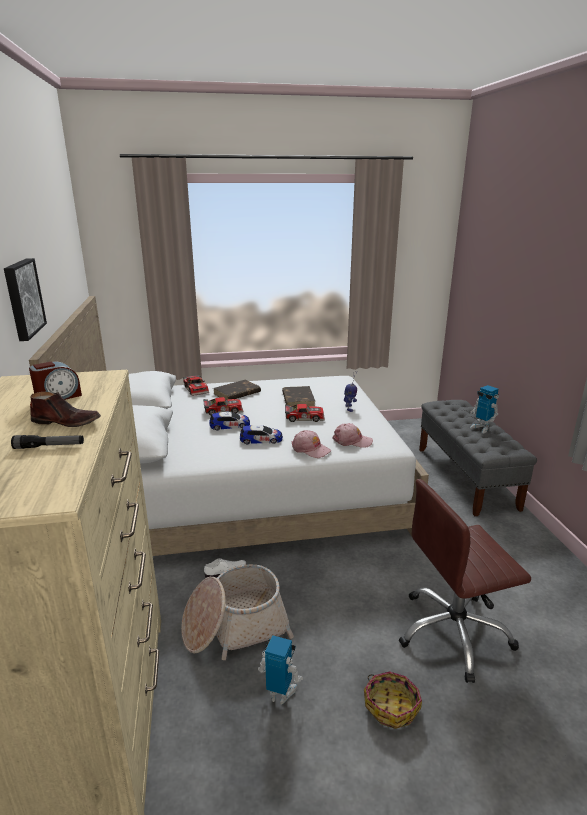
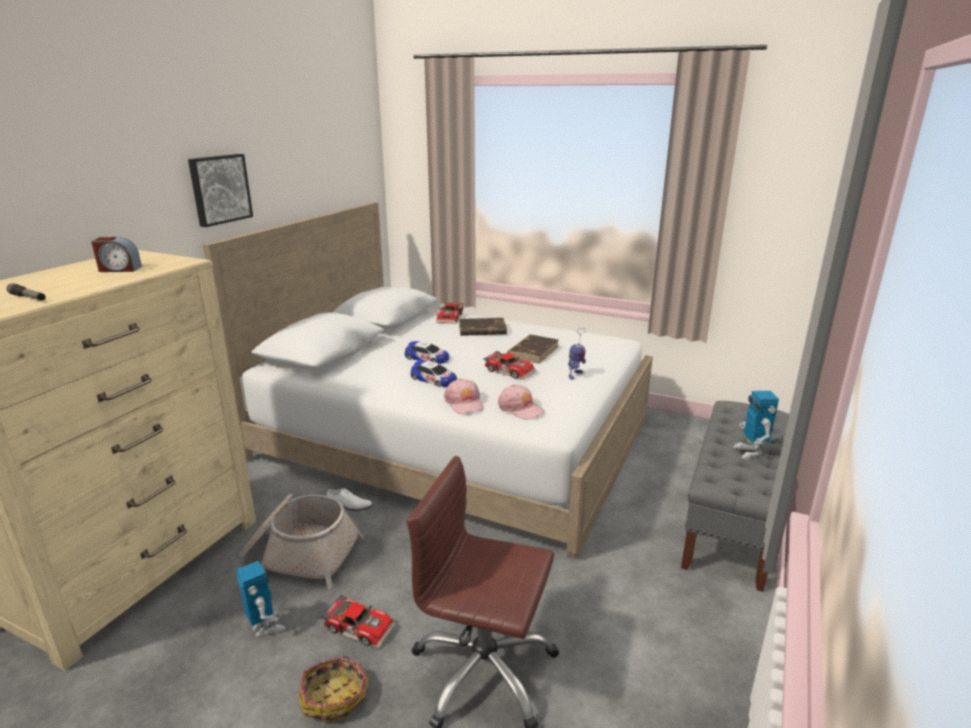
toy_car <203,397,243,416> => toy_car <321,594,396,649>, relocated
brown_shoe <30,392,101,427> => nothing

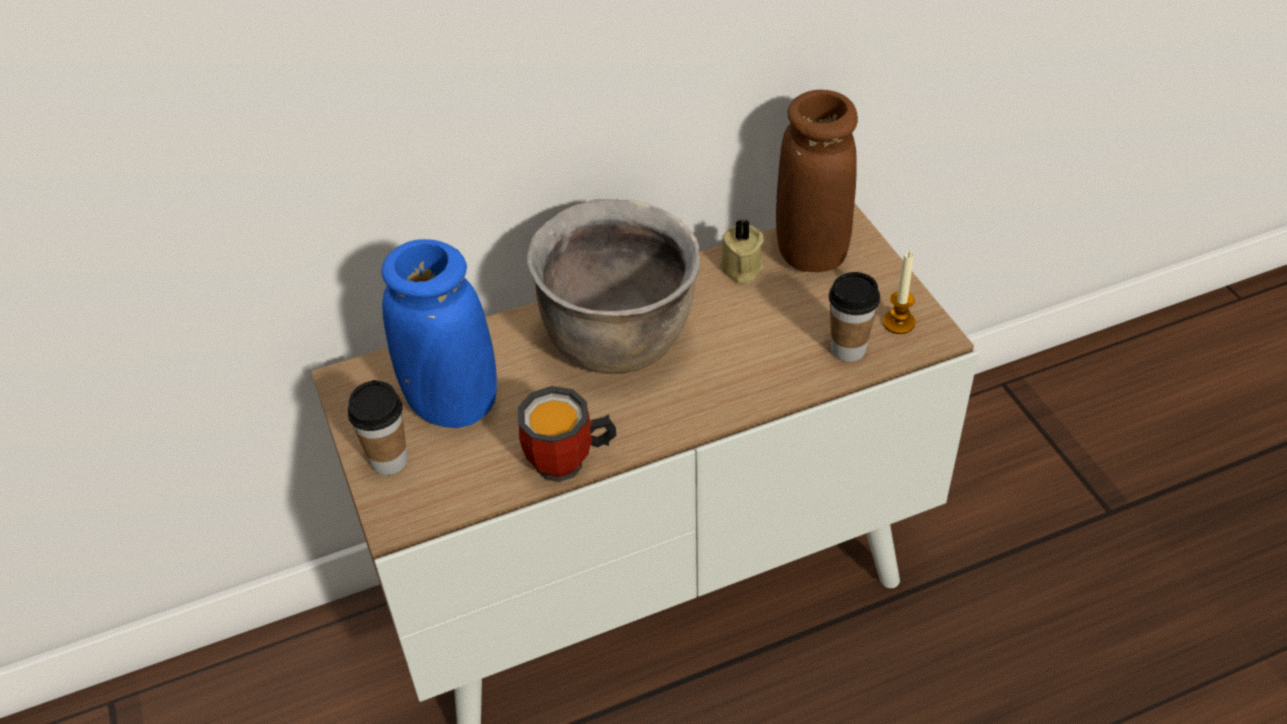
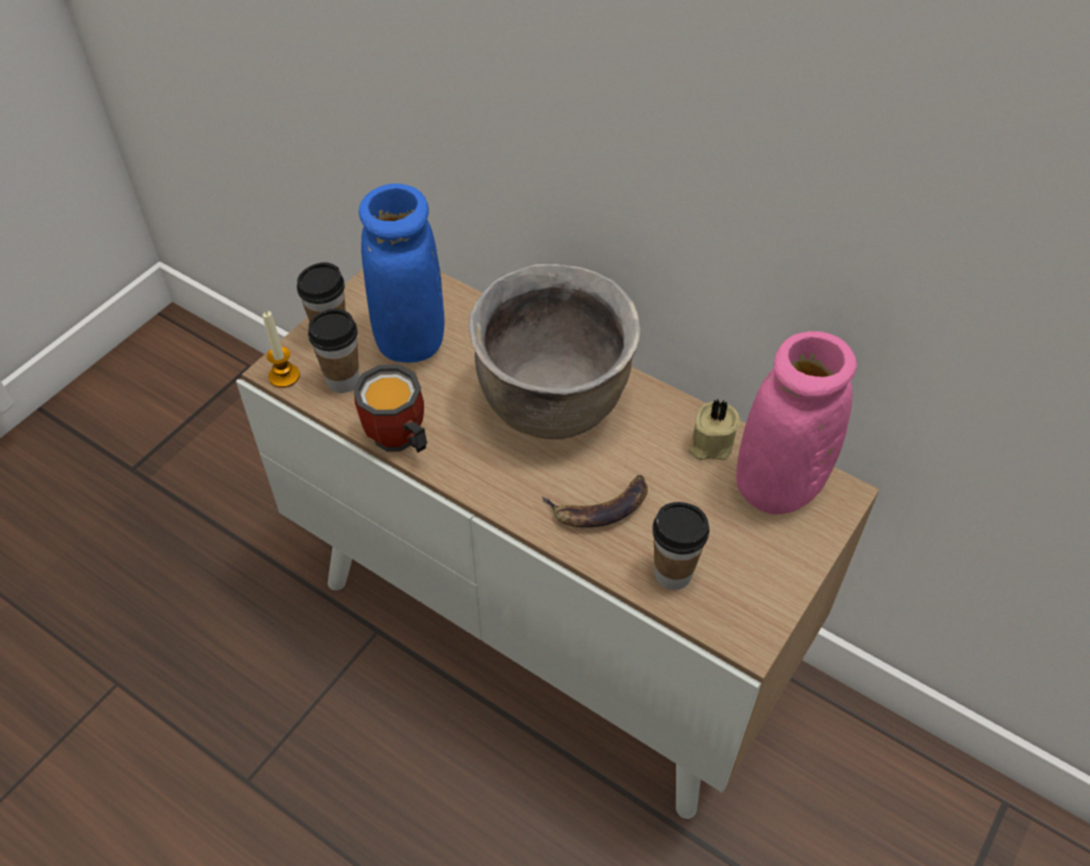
candle <883,251,915,334> => candle <263,311,300,388>, relocated
nothing => cup <308,309,359,393>
nothing => banana <542,475,648,528>
brown_vase <776,90,858,272> => pink_vase <736,331,857,515>

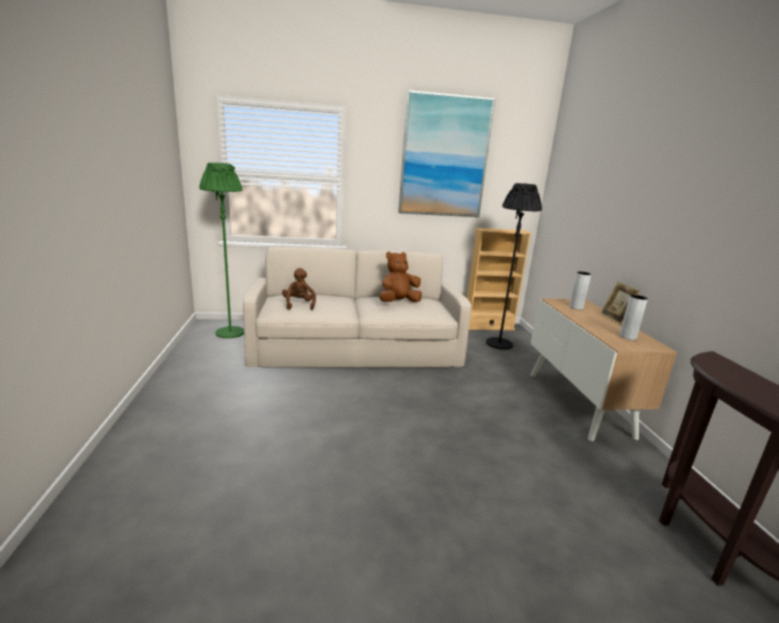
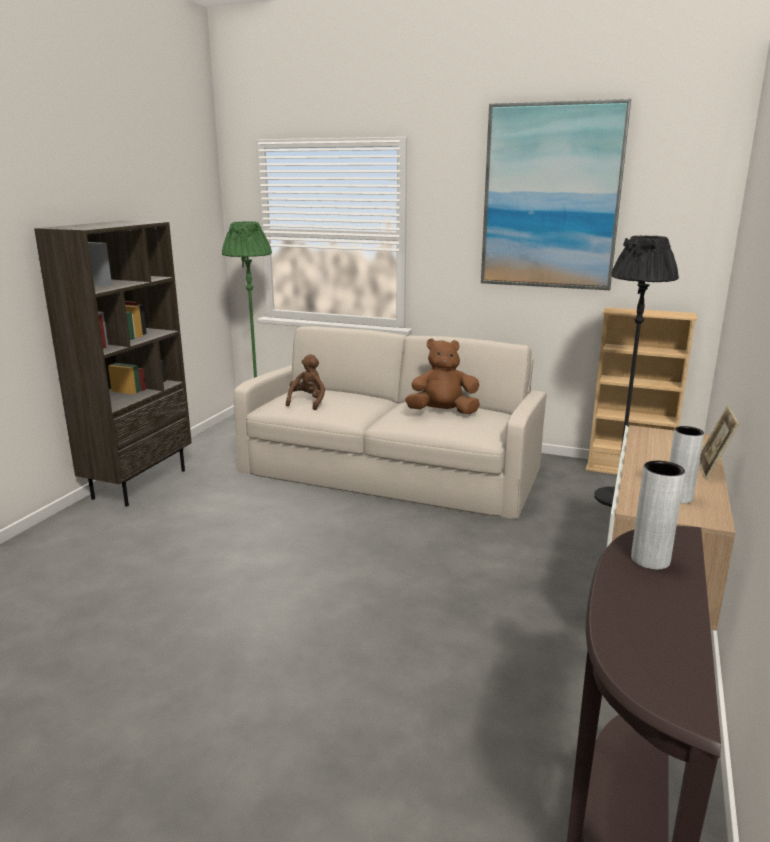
nothing => brown_bookcase <34,220,192,507>
grey_vase <569,271,591,310> => grey_vase <631,461,685,570>, relocated

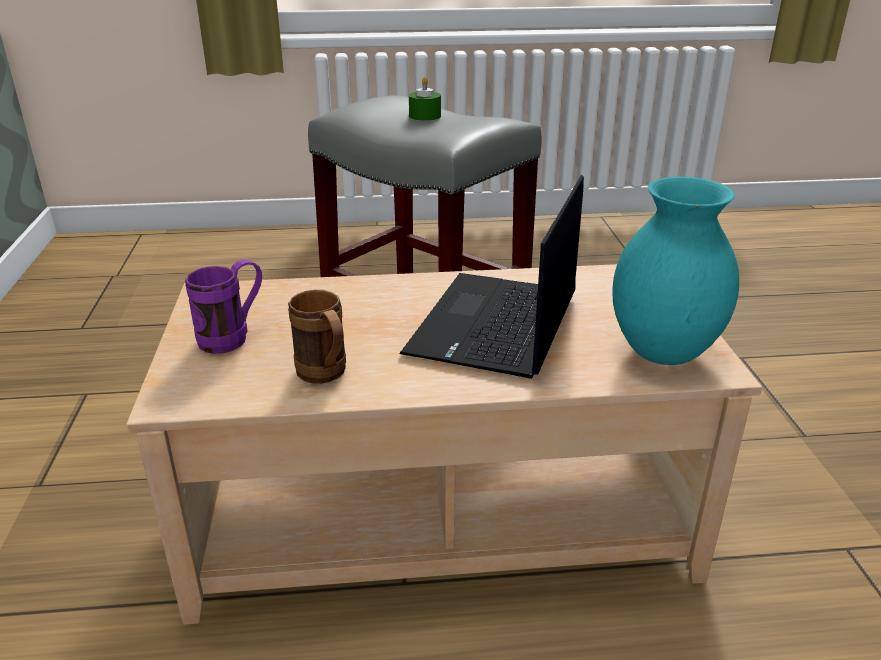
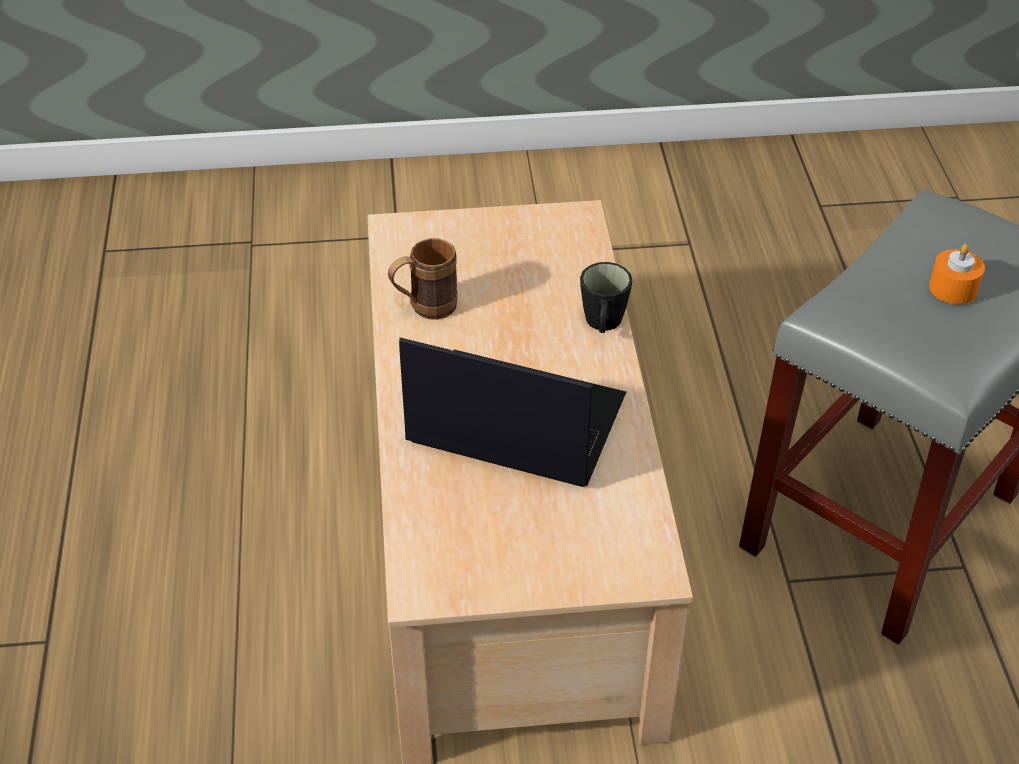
nothing => black_mug <580,262,632,333>
green_candle <409,77,441,121> => orange_candle <929,244,985,305>
purple_mug <185,260,262,354> => nothing
turquoise_vase <612,176,739,365> => nothing

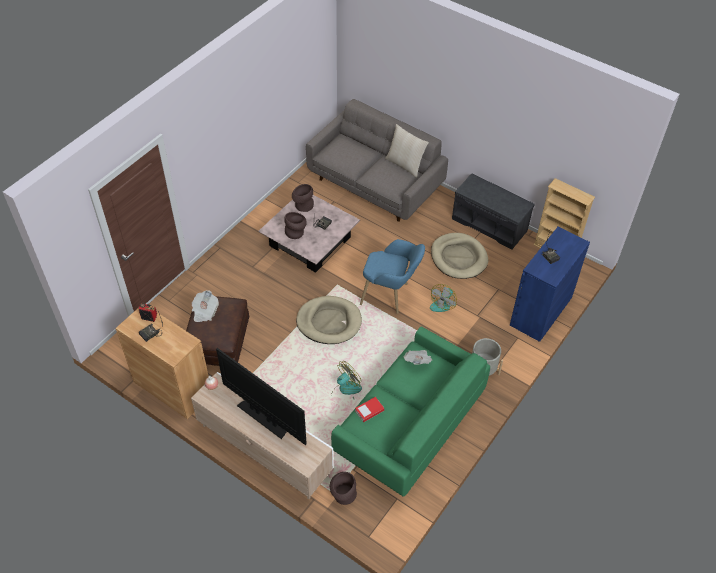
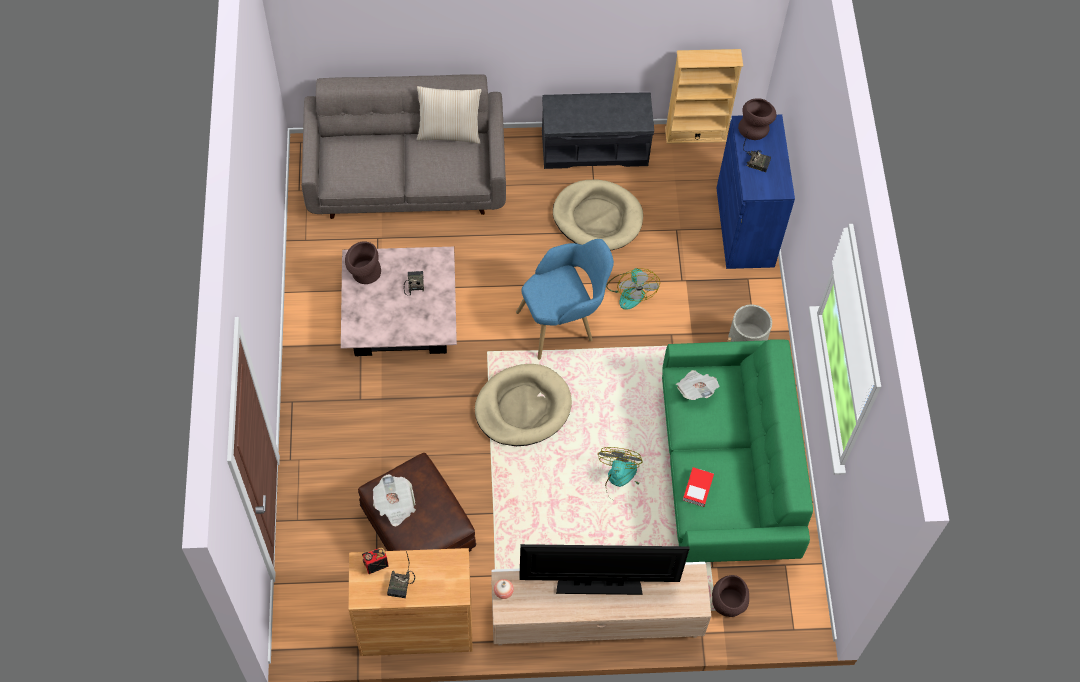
brown_vase <284,212,307,239> => brown_vase <738,98,776,140>, relocated

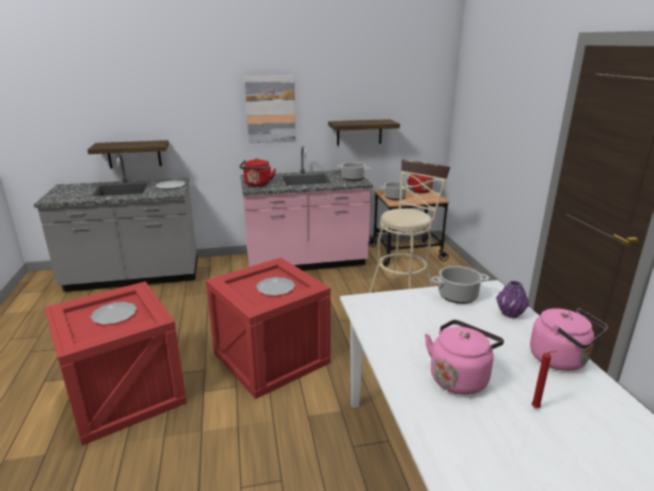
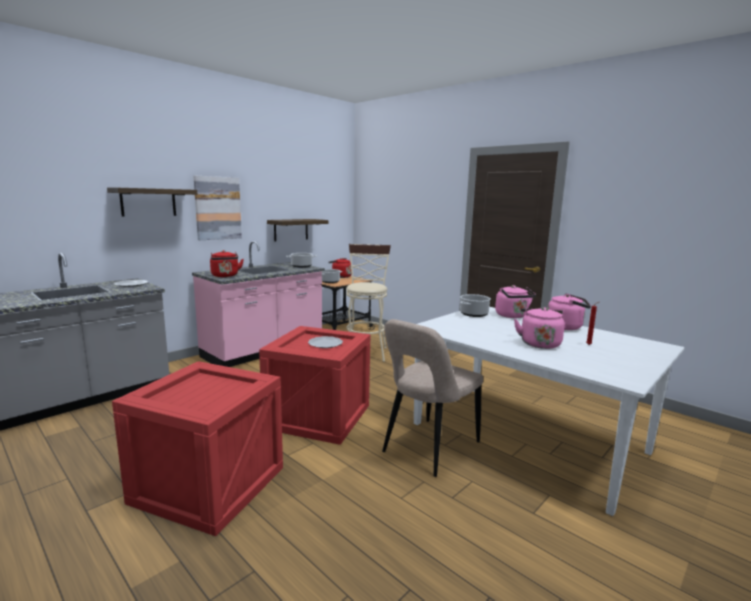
shelf <87,140,169,169> => shelf <107,187,197,217>, relocated
nothing => beige_chair <382,319,483,477>
purple_vase <496,281,529,318> => pink_kettle <495,285,536,318>
plate <91,302,137,325> => nothing

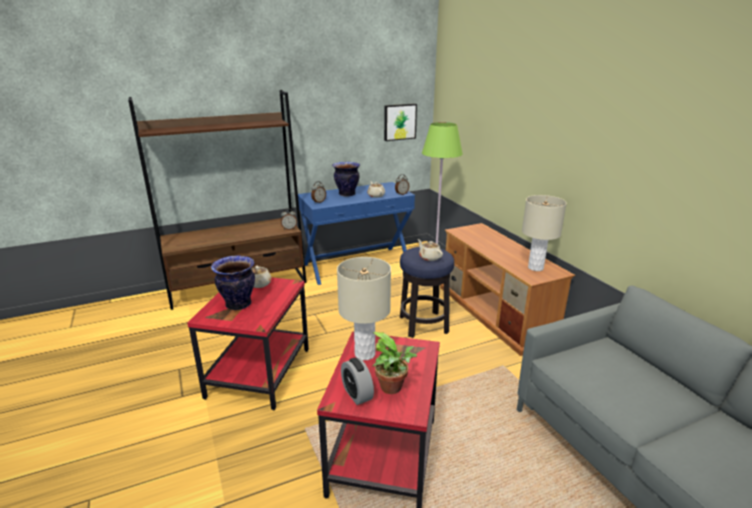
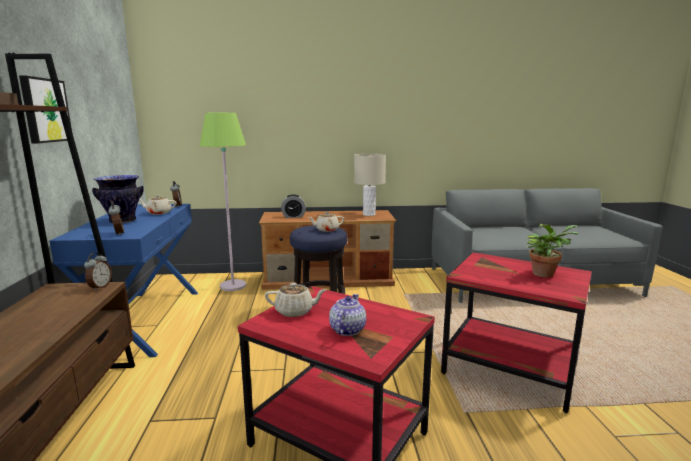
picture <384,104,417,141> => picture <19,76,72,143>, relocated
alarm_clock <341,358,374,405> => alarm_clock <281,194,306,218>, relocated
vase <211,256,255,310> => teapot <329,294,366,336>
beige_table_lamp <337,257,391,360> => nothing

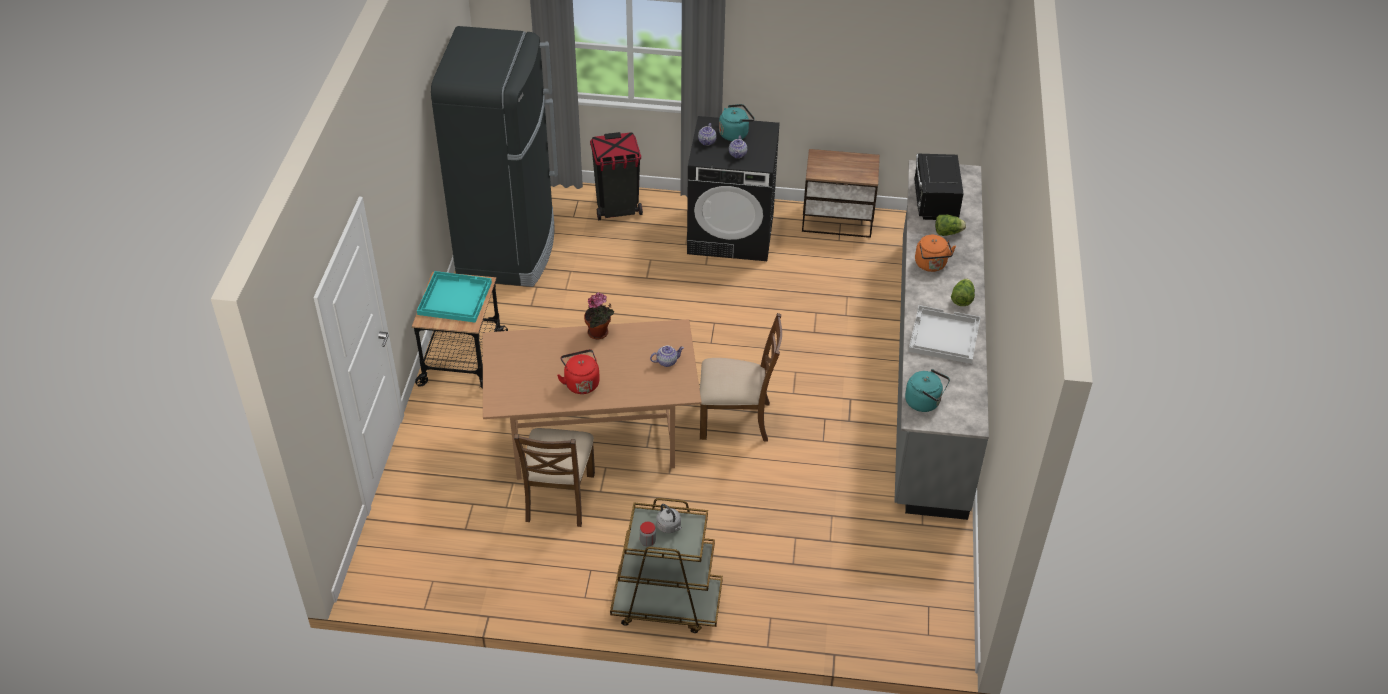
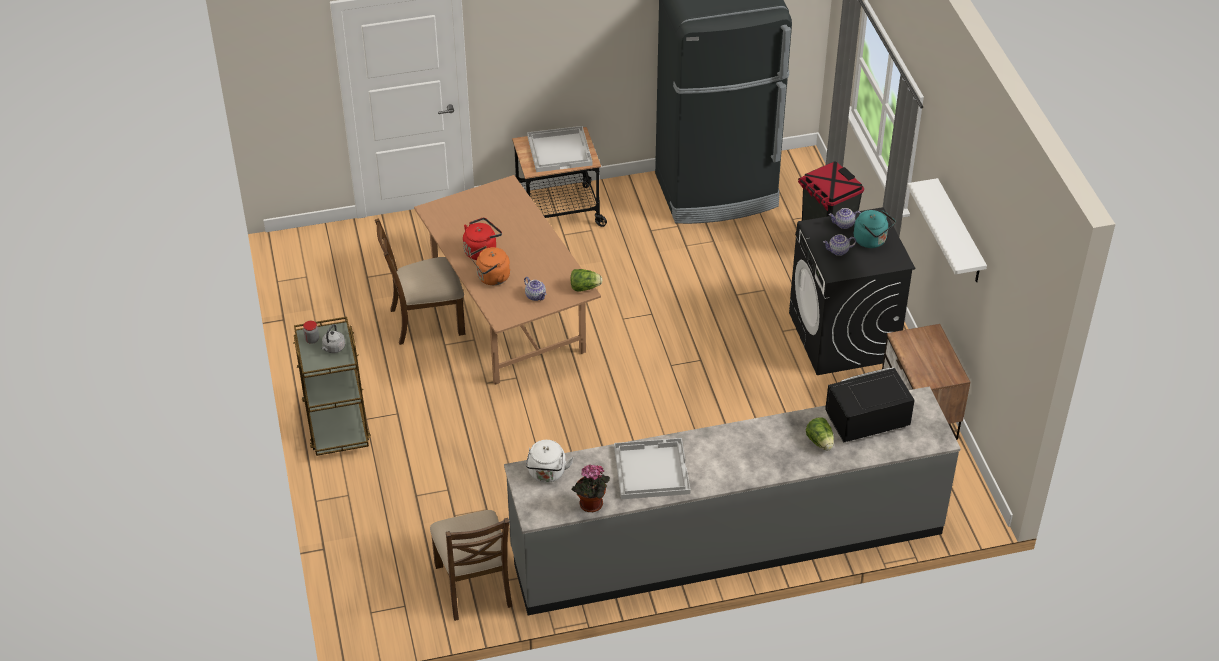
brown_chair <700,313,782,442> => brown_chair <430,510,512,621>, relocated
orange_kettle <915,235,956,272> => orange_kettle <470,246,510,285>, relocated
turquoise_kettle <905,369,950,412> => white_kettle <526,440,574,483>
turquoise_tray <417,271,492,323> => white_tray <527,126,592,172>
lettuce <951,278,975,306> => lettuce <570,269,602,292>, relocated
potted_plant <584,292,614,339> => potted_plant <572,465,610,512>, relocated
nothing => white_shelf <907,178,987,282>

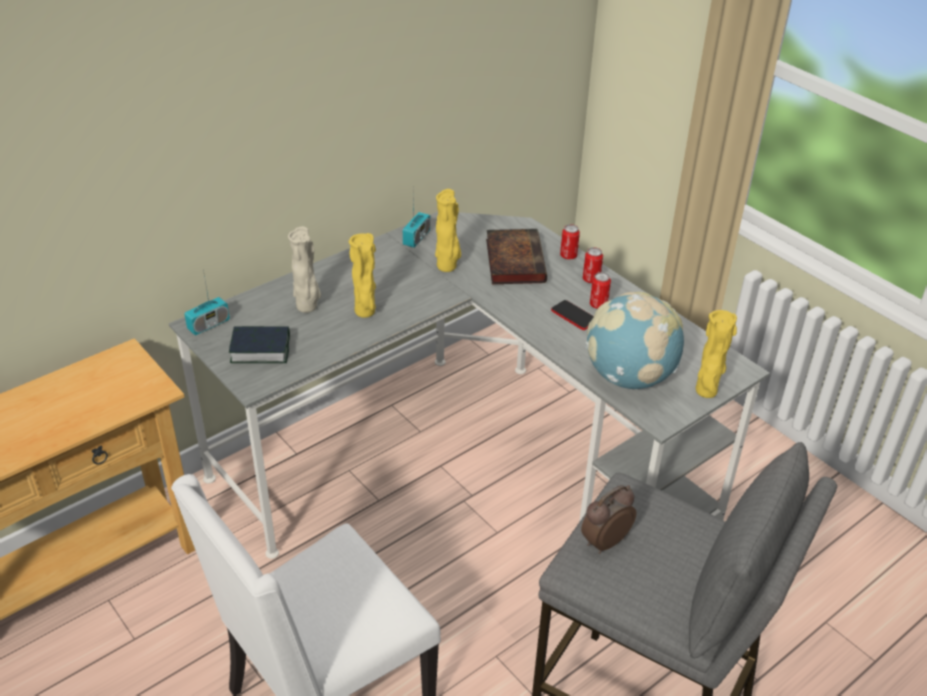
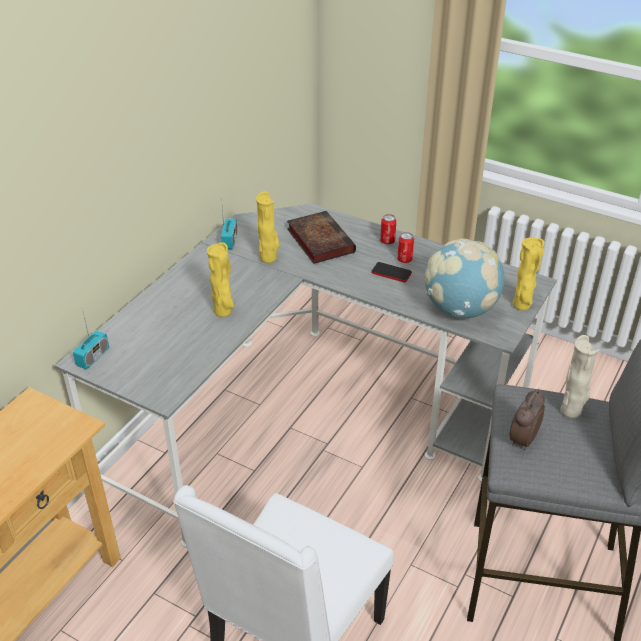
beige_vase <288,226,321,313> => beige_vase <561,335,600,418>, relocated
book <229,326,290,363> => nothing
can <560,224,580,260> => nothing

